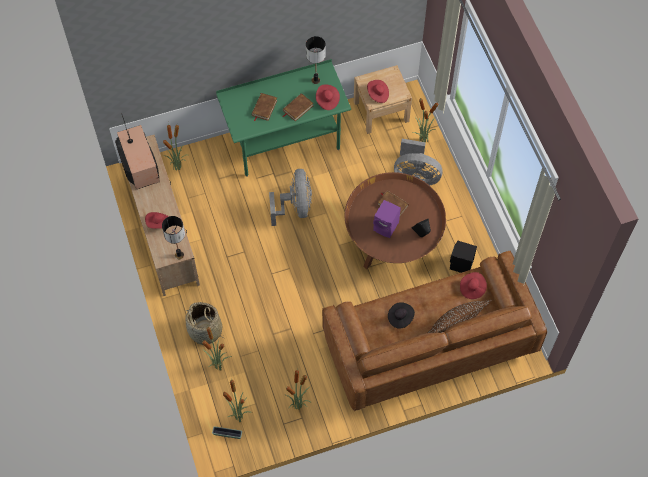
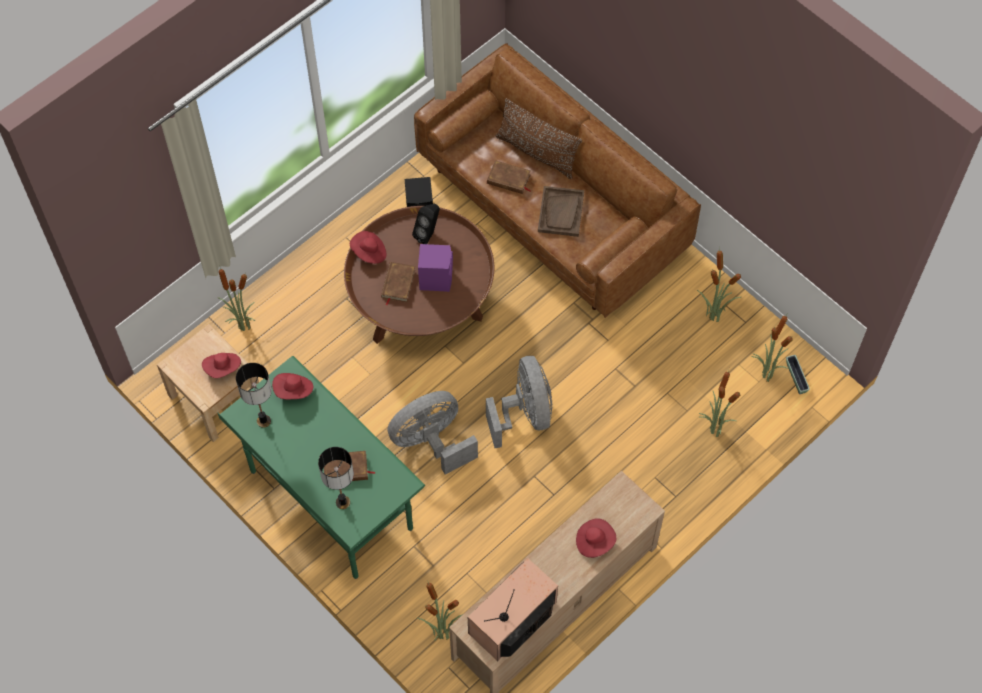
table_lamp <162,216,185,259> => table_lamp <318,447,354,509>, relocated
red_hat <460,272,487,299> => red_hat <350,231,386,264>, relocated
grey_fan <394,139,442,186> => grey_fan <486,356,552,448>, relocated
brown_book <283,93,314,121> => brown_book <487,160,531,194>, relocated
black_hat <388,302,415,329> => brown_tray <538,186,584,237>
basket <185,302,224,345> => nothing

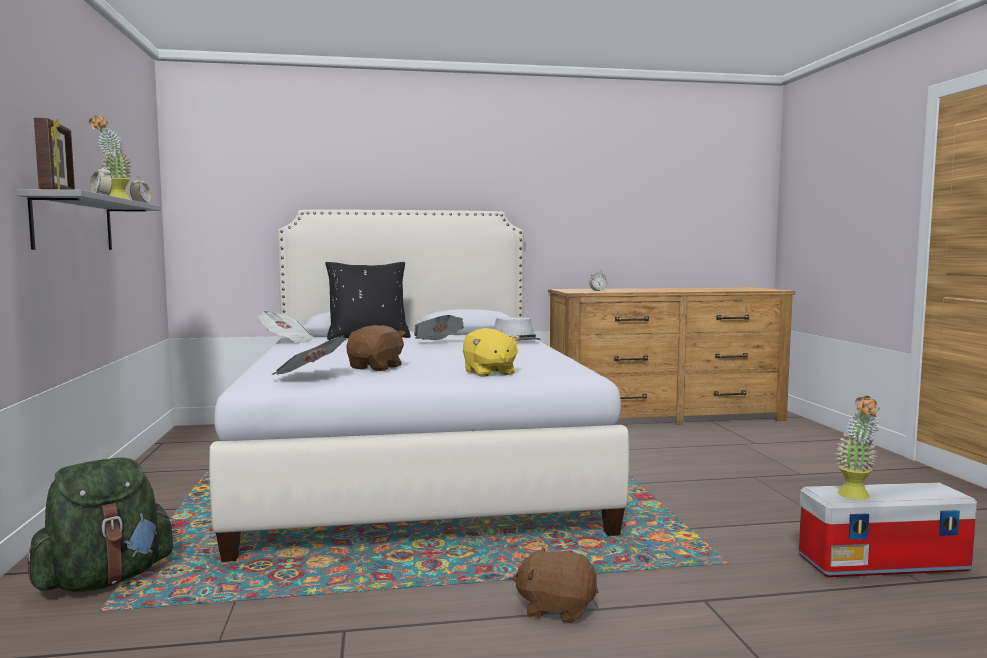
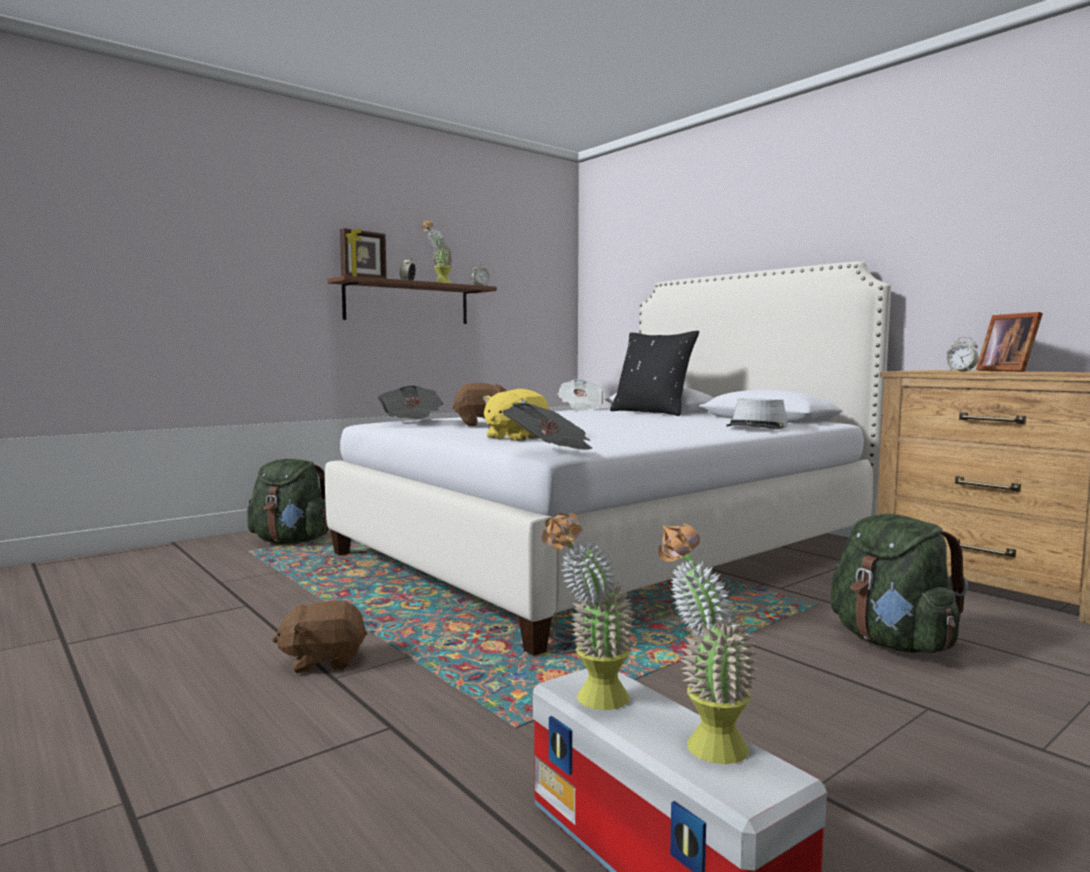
brown_plush_toy <512,547,598,624> => brown_plush_toy <272,601,367,673>, 90 degrees counterclockwise
grey_shelf <16,189,161,250> => brown_shelf <327,275,497,324>
newspaper <414,315,464,340> => newspaper <503,403,592,450>, relocated
nothing => potted_plant <658,524,758,764>
nothing => green_backpack <830,514,968,653>
nothing => picture_frame <976,312,1043,372>

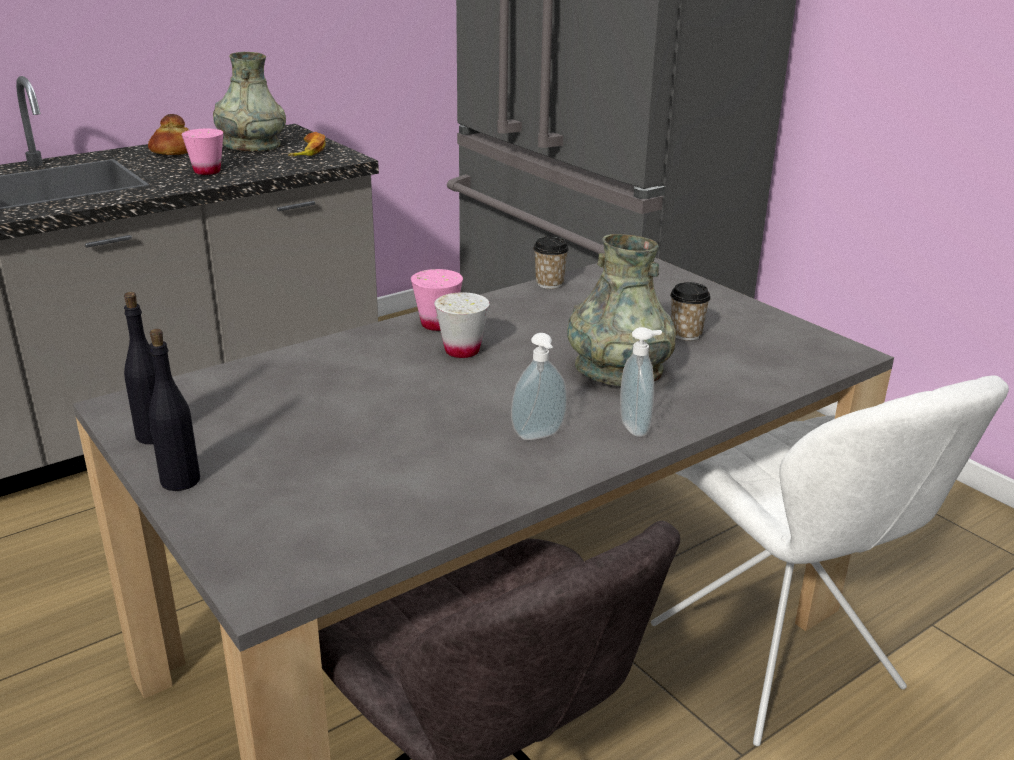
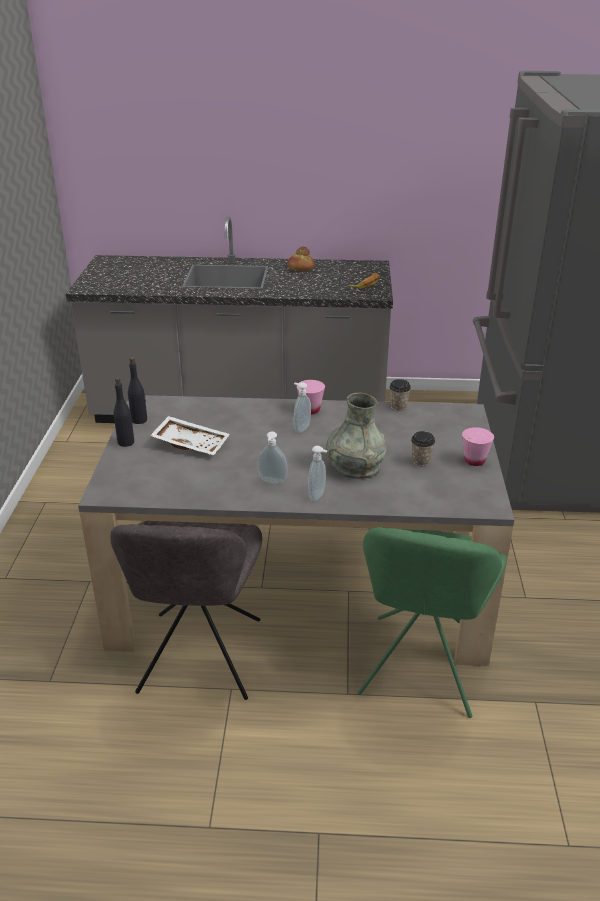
nothing => white_tray <150,416,230,456>
white_cup <434,292,490,358> => soap_dispenser <294,382,311,433>
white_chair <651,375,1009,746> => green_chair <357,527,507,718>
pink_cup <181,129,223,175> => pink_cup <462,427,494,466>, relocated
grey_vase <213,52,286,151> => nothing

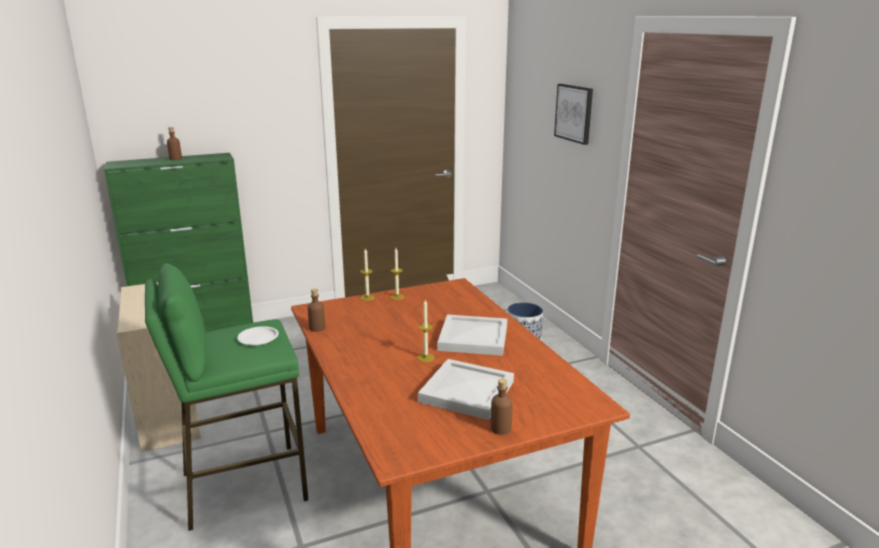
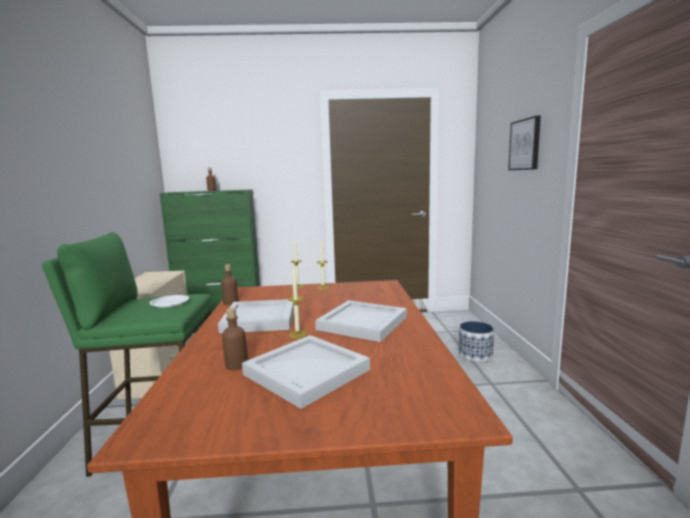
nothing => white_tray <218,299,294,333>
brown_bottle <491,378,513,435> => brown_bottle <222,308,248,370>, relocated

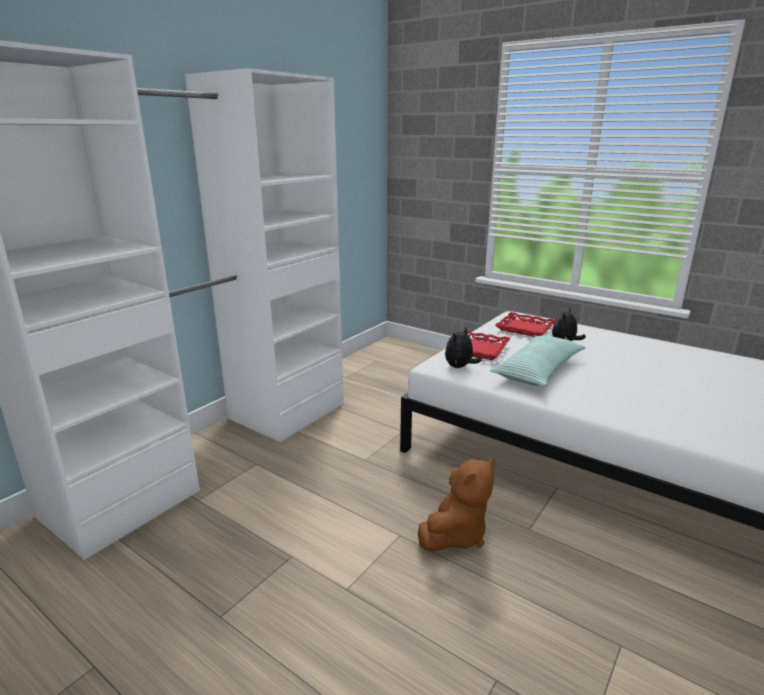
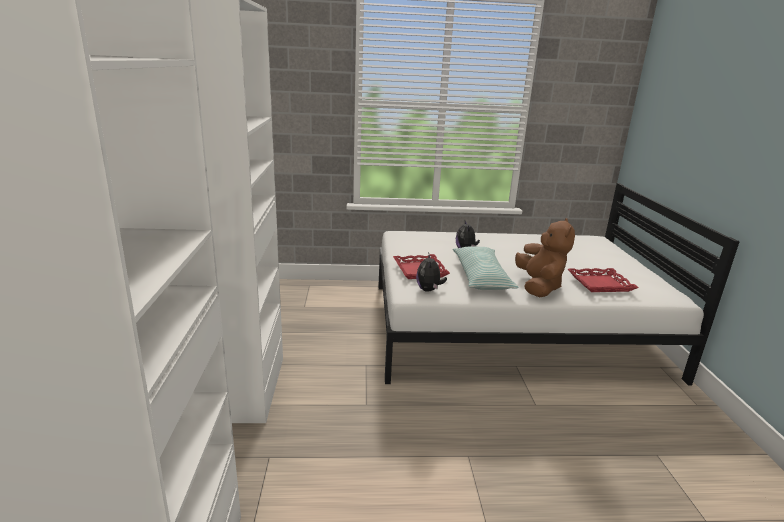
brown_plush_toy <418,458,495,552> => brown_plush_toy <515,218,575,297>, relocated
red_tray <495,312,555,337> => red_tray <568,268,639,292>, relocated

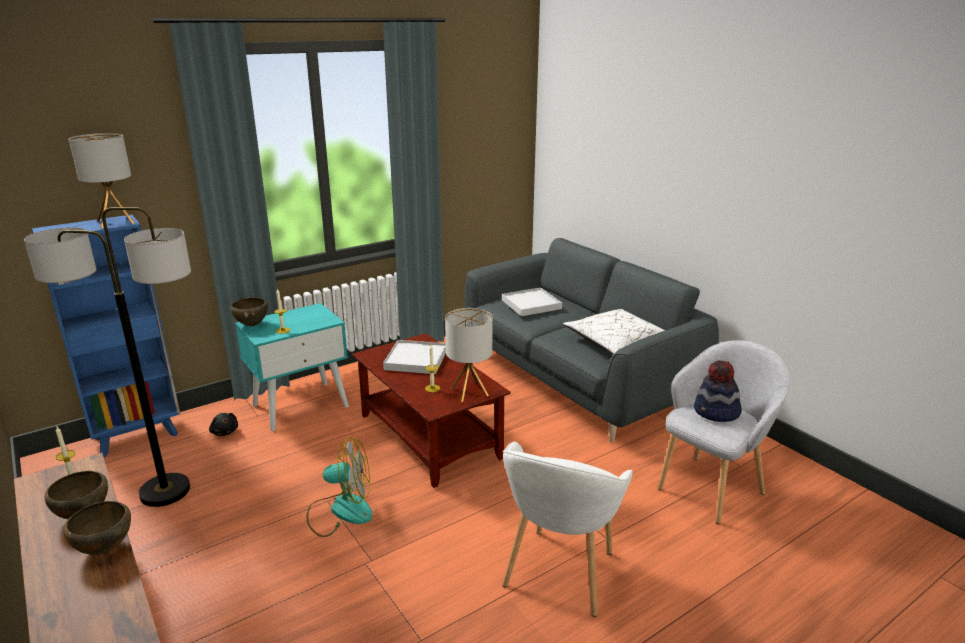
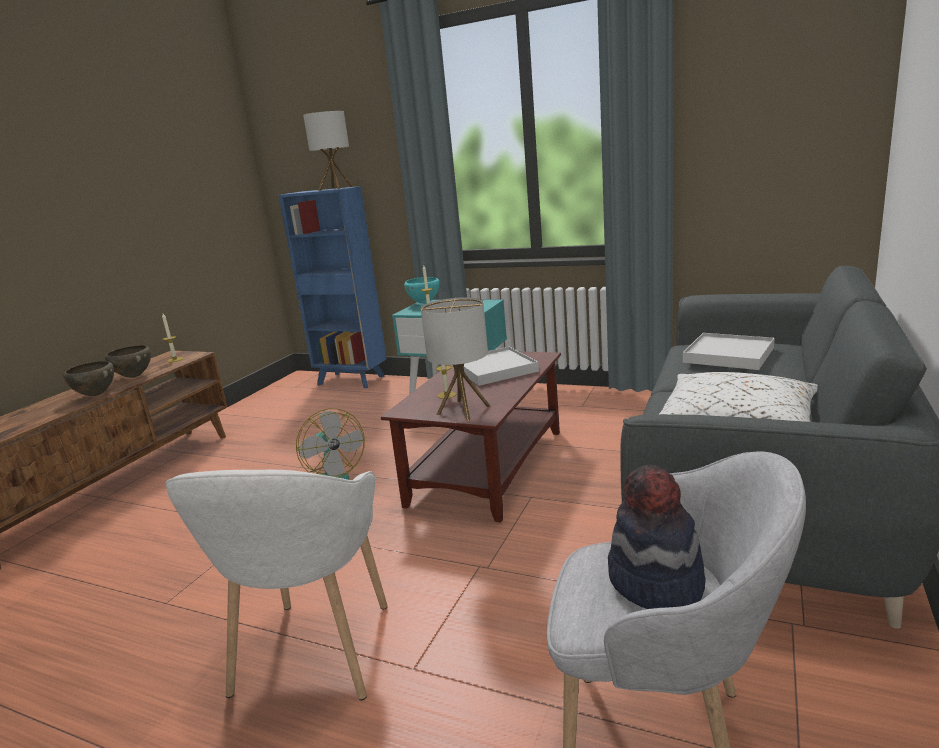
white_armchair <502,442,633,617> => white_armchair <165,470,388,700>, 75 degrees counterclockwise
brown_bowl <230,298,268,326> => turquoise_bowl <404,277,439,304>
floor_lamp <24,207,191,507> => nothing
black_plush_toy <209,413,238,436> => nothing

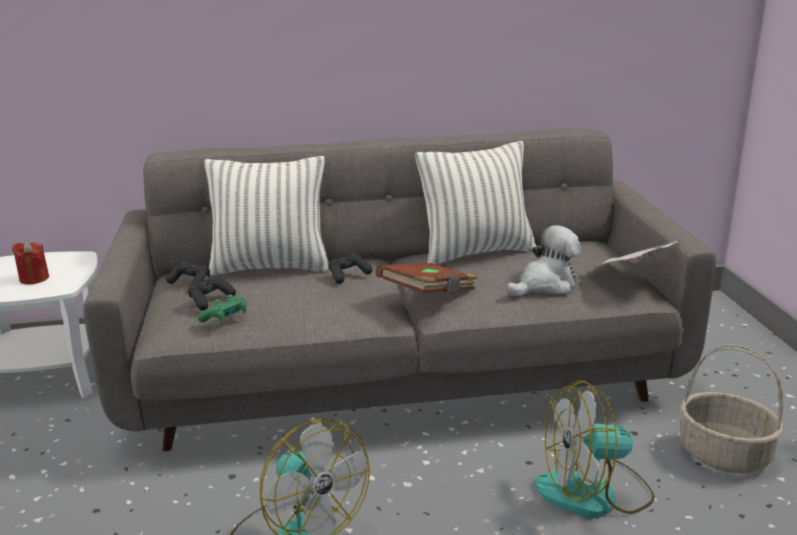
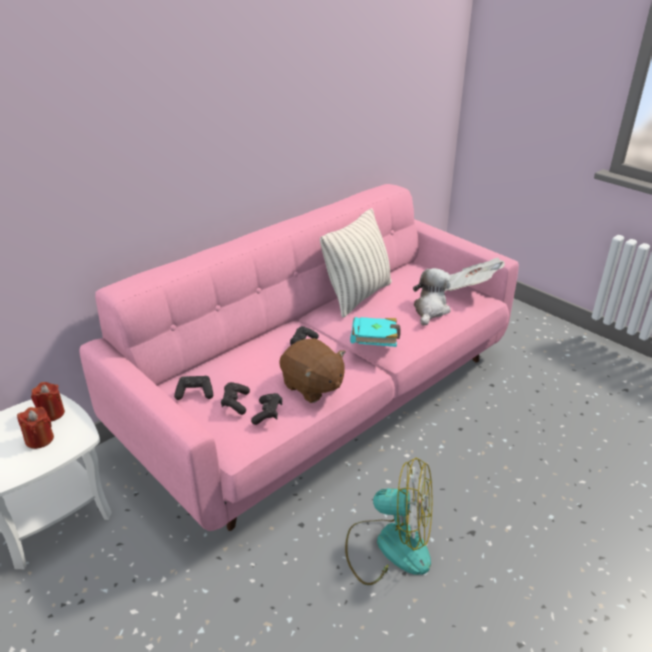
nothing => red_candle <31,382,65,421>
grey_sofa <83,129,716,451> => pink_sofa <80,184,519,531>
green_game_controller <198,295,247,323> => black_game_controller <251,393,282,425>
nothing => brown_plush_toy <279,338,346,403>
brown_book <376,263,478,294> => turquoise_book <350,317,401,347>
pillow <204,156,329,275> => nothing
fan <534,380,655,518> => nothing
basket <680,344,783,473> => nothing

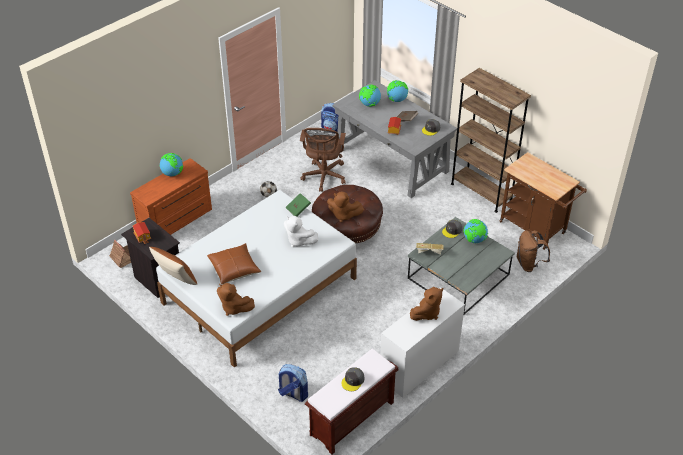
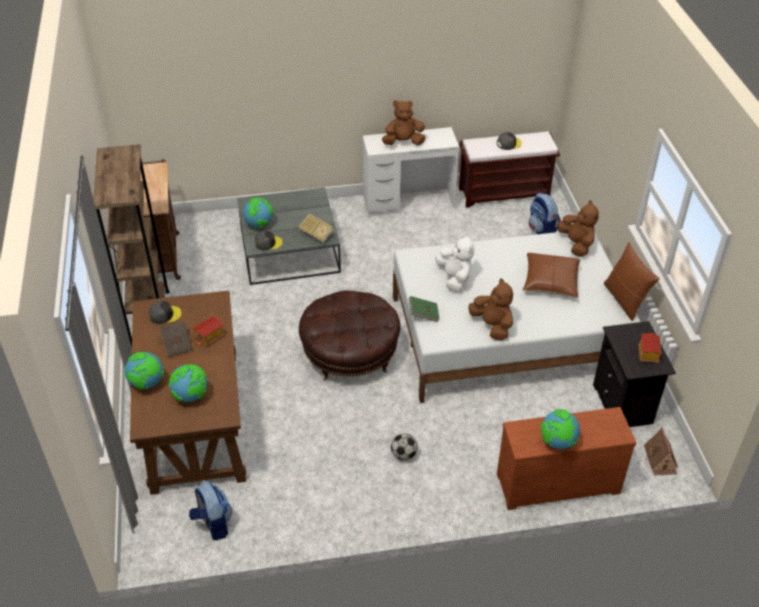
grey_desk <333,80,457,198> => brown_desk <130,291,246,495>
brown_plush_toy <327,192,364,222> => brown_plush_toy <468,278,513,340>, relocated
brown_office_chair <300,128,346,192> => nothing
brown_backpack <516,230,550,272> => nothing

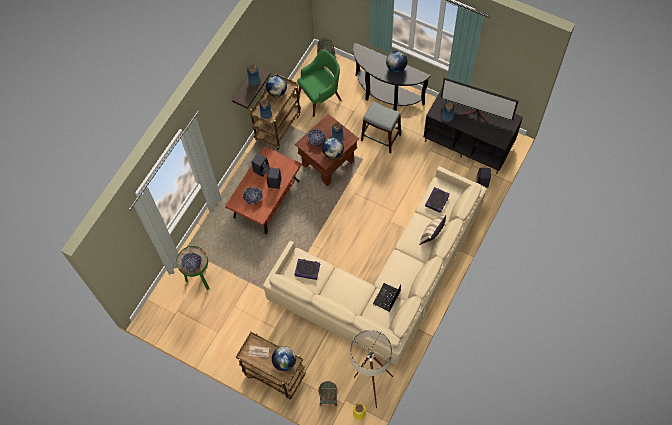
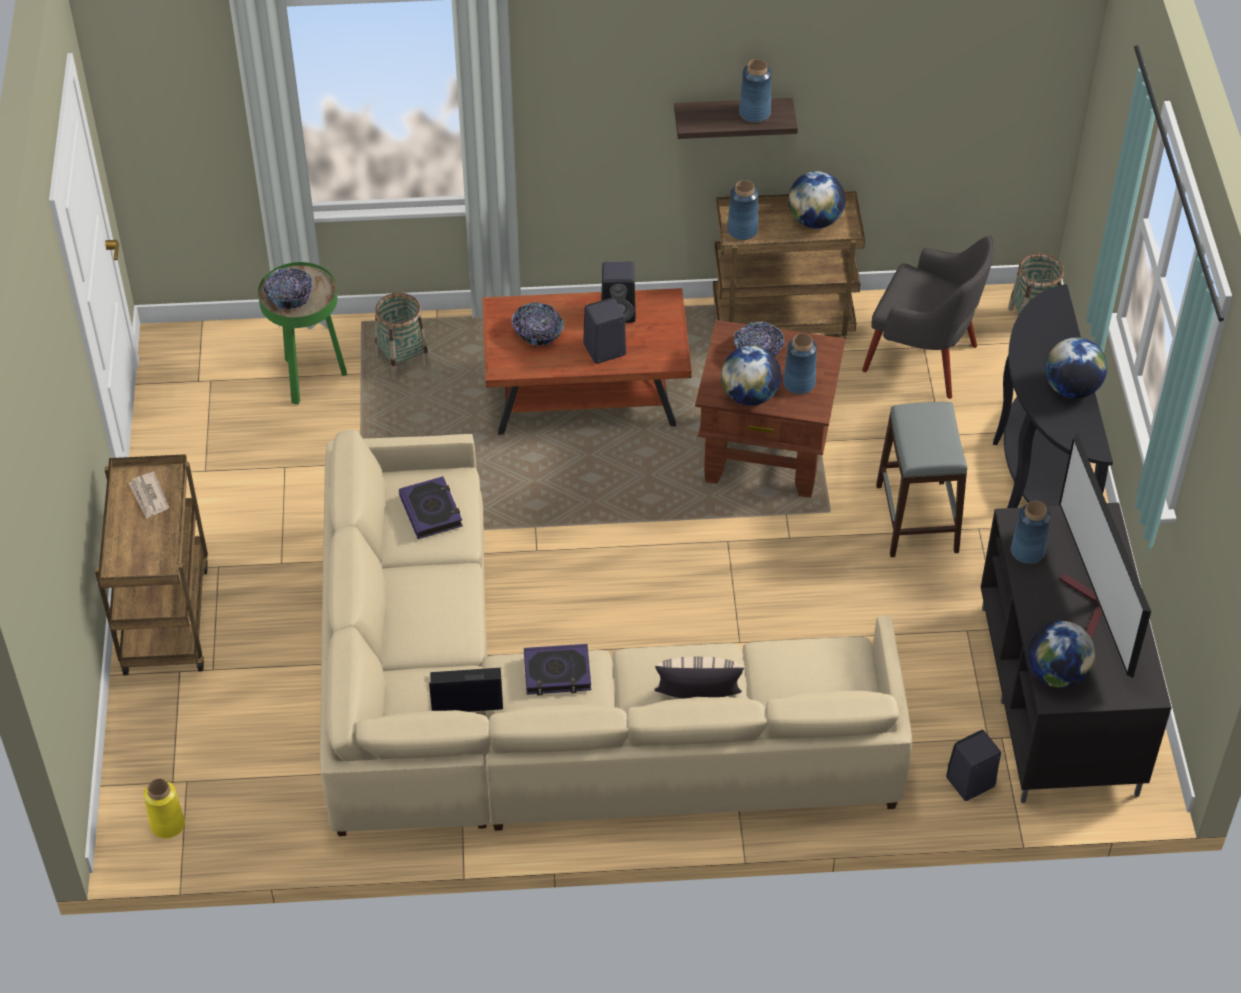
basket <318,381,338,407> => basket <375,293,430,379>, relocated
book <425,187,450,213> => book <524,644,591,696>, relocated
green_armchair <297,50,342,117> => grey_armchair <862,236,994,399>
globe <272,346,296,371> => globe <1027,621,1095,688>, relocated
beige_floor_lamp <350,330,393,408> => nothing

